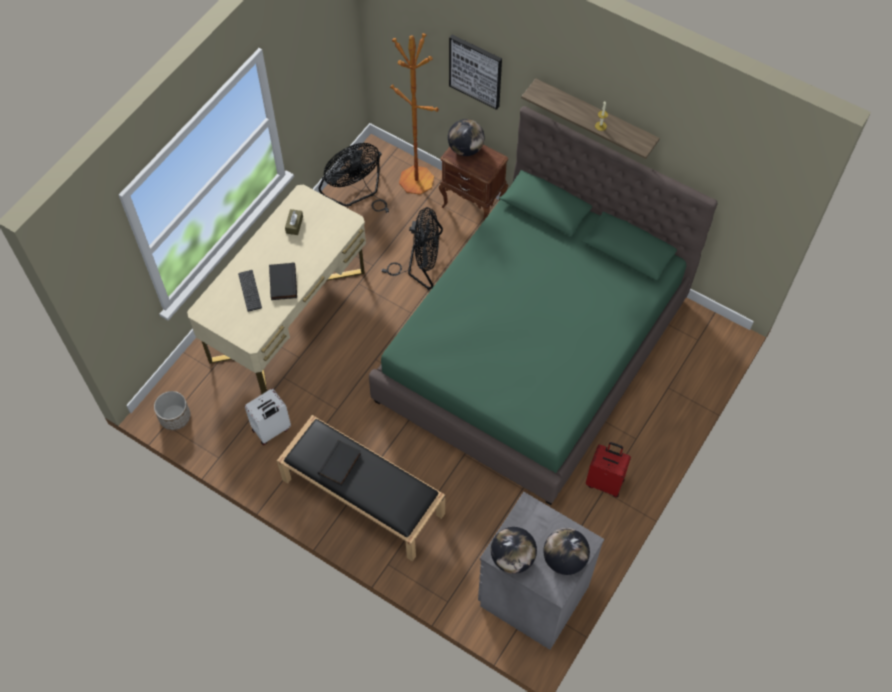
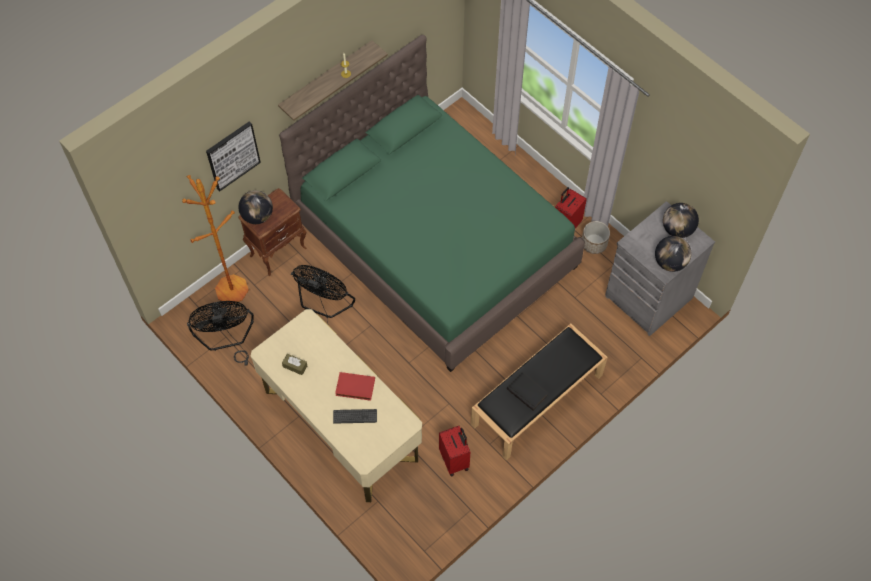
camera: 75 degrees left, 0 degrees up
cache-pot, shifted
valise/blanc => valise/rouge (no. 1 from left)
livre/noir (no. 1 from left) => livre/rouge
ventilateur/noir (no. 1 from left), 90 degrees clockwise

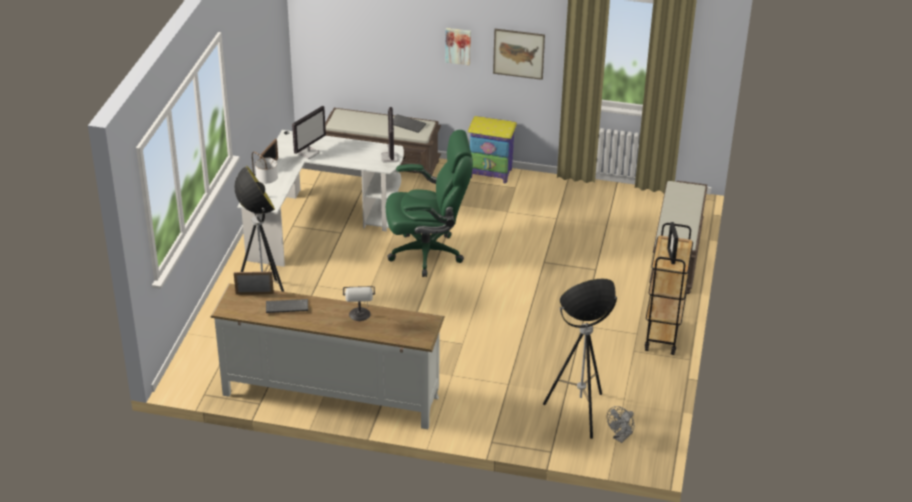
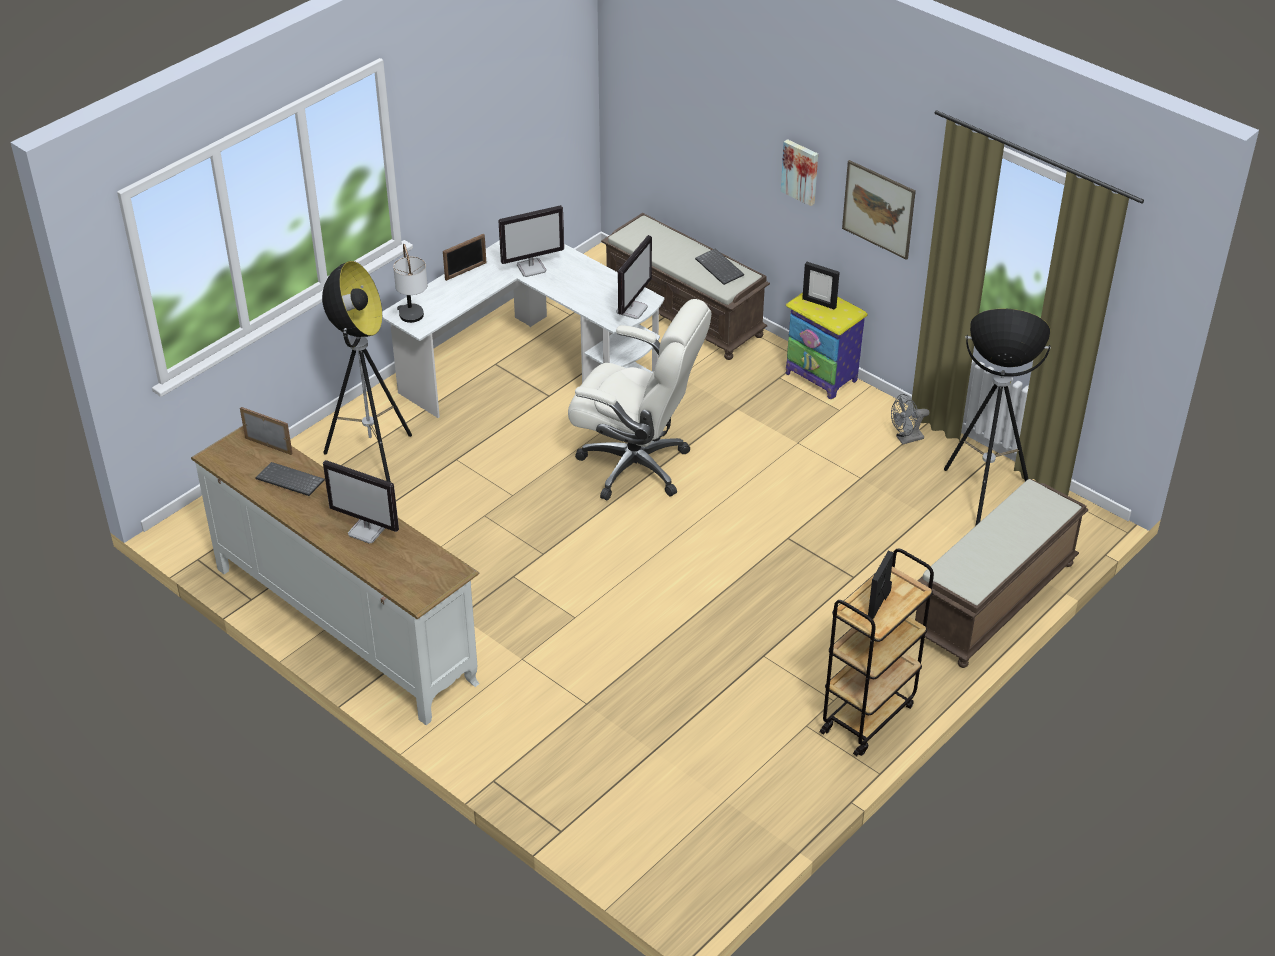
camera: 30 degrees right, 5 degrees up
nothing => cadre photo (no. 3 from left)
lampadaire (no. 2 from left), shifted
ventilateur/gris, shifted
lampe de table (no. 2 from left) => écran d'ordinateur (no. 1 from left)
chaise de bureau/vert => chaise de bureau/blanc

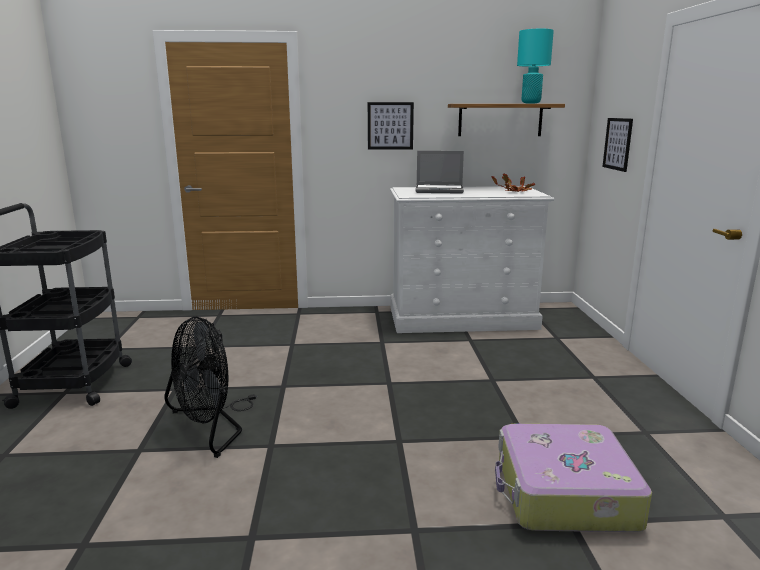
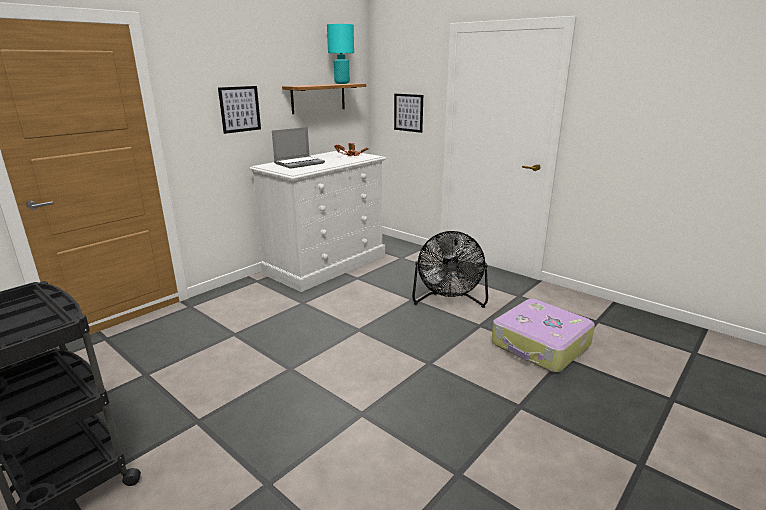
camera: 45 degrees left, 5 degrees up
ventilateur/noir, shifted

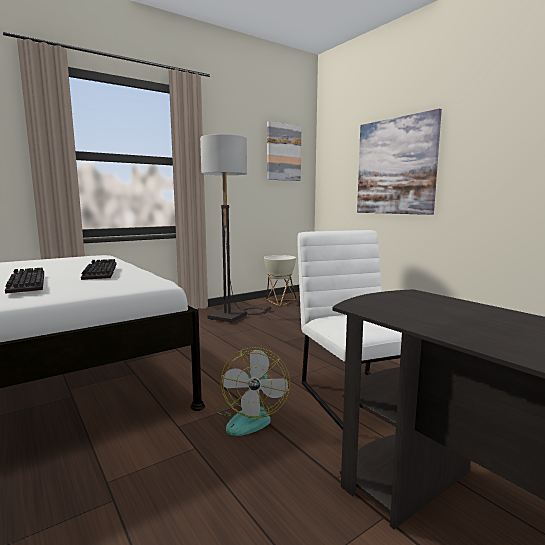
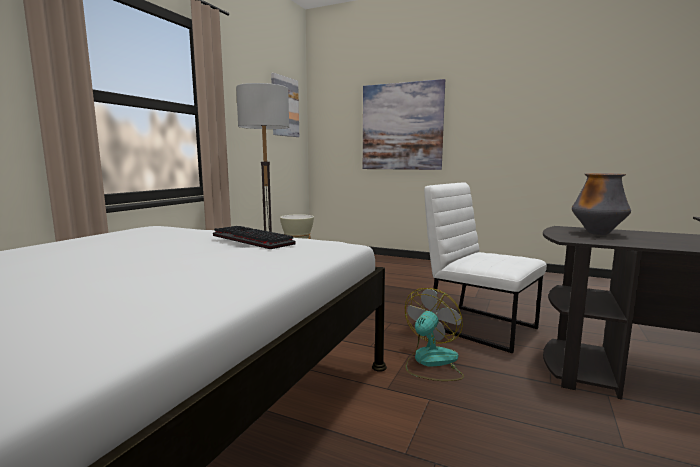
camera: 30 degrees left, 0 degrees up
clavier (no. 1 from left) => nothing
nothing => vase
ventilateur, 120 degrees counterclockwise

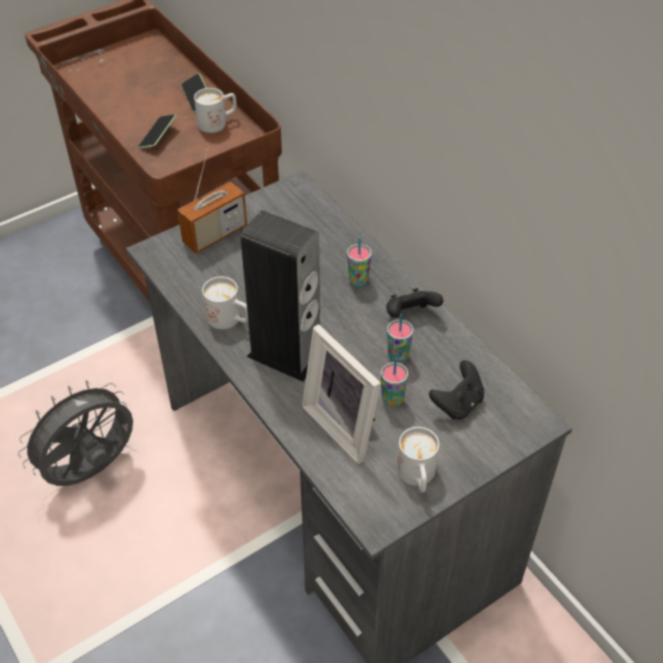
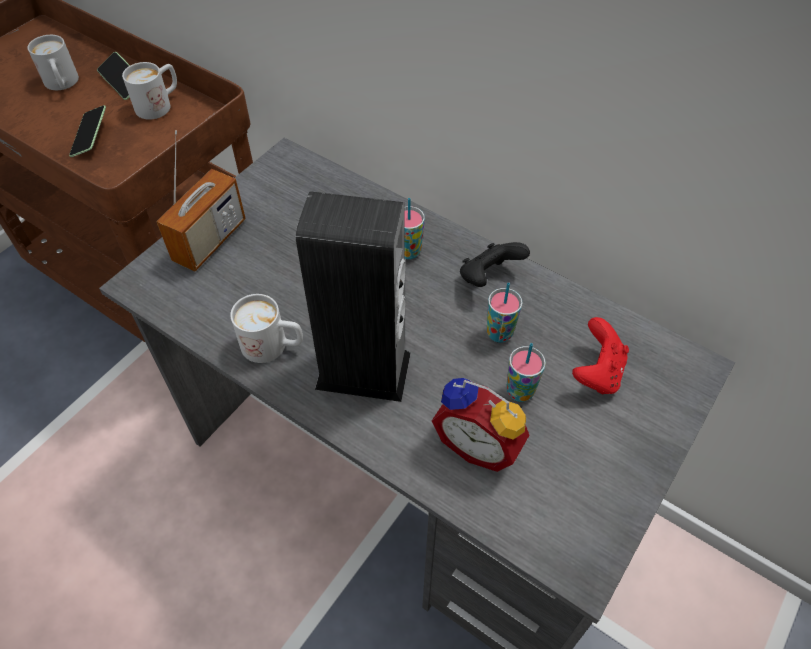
camera: 20 degrees left, 5 degrees up
ventilateur/gris => nothing
mug/blanc (no. 3 from left in the first image) => mug/blanc (no. 1 from left), shifted
cadre photo => réveil
manette/noir (no. 2 from left) => manette/rouge

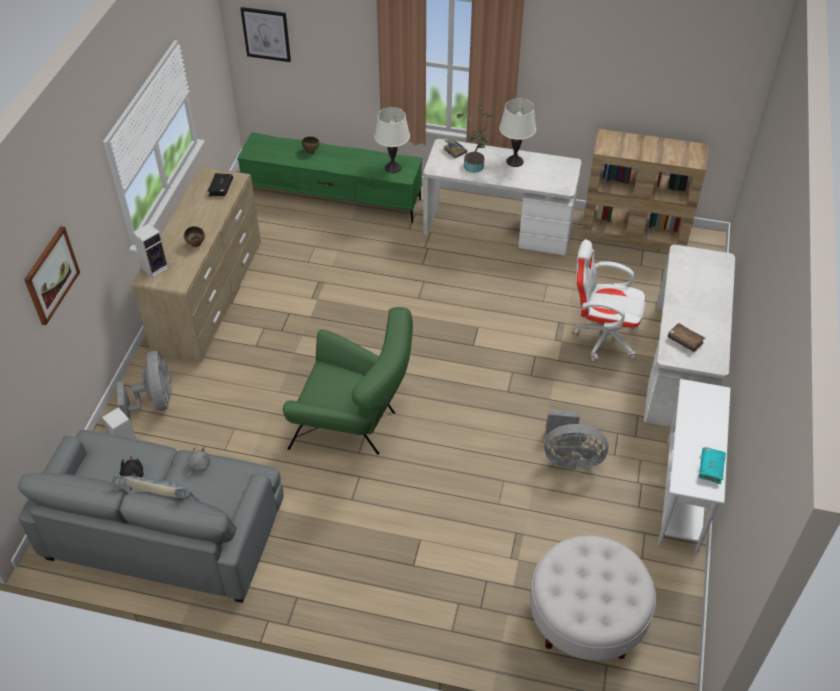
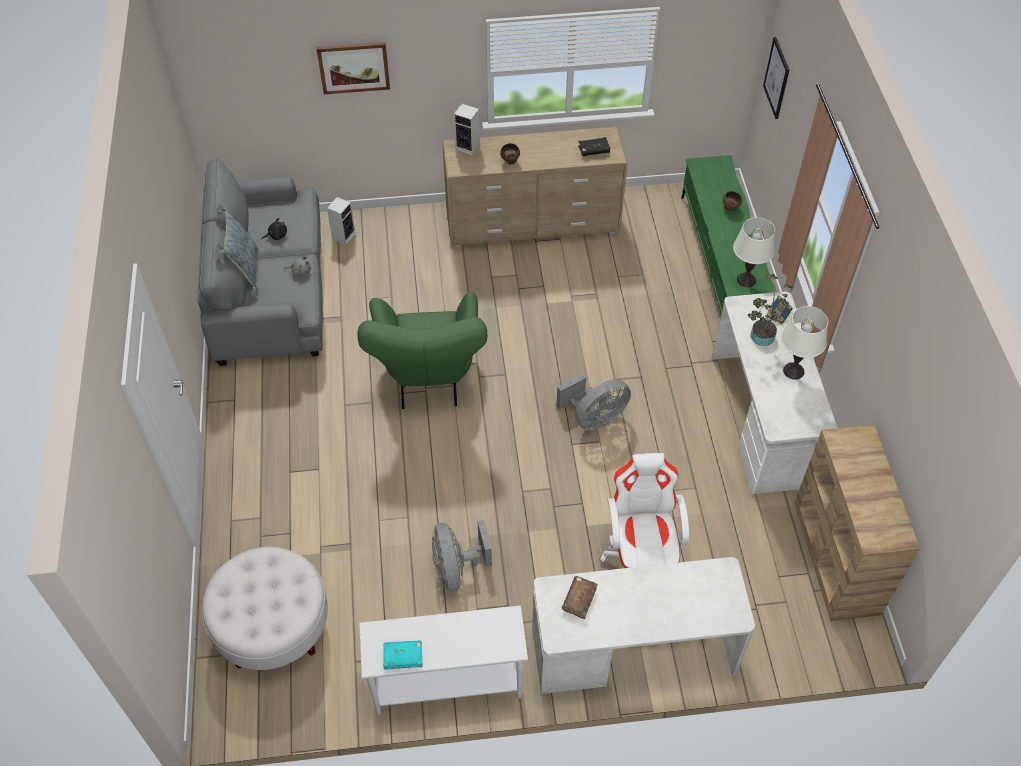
camera: 70 degrees right, 5 degrees up
ventilateur/gris (no. 1 from left in the first image) => ventilateur/gris (no. 2 from left), shifted

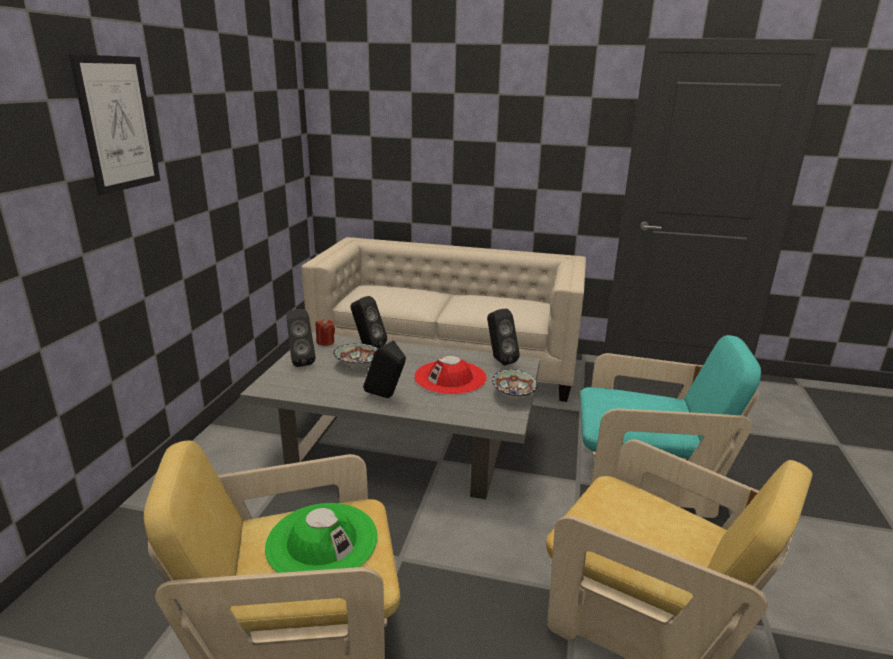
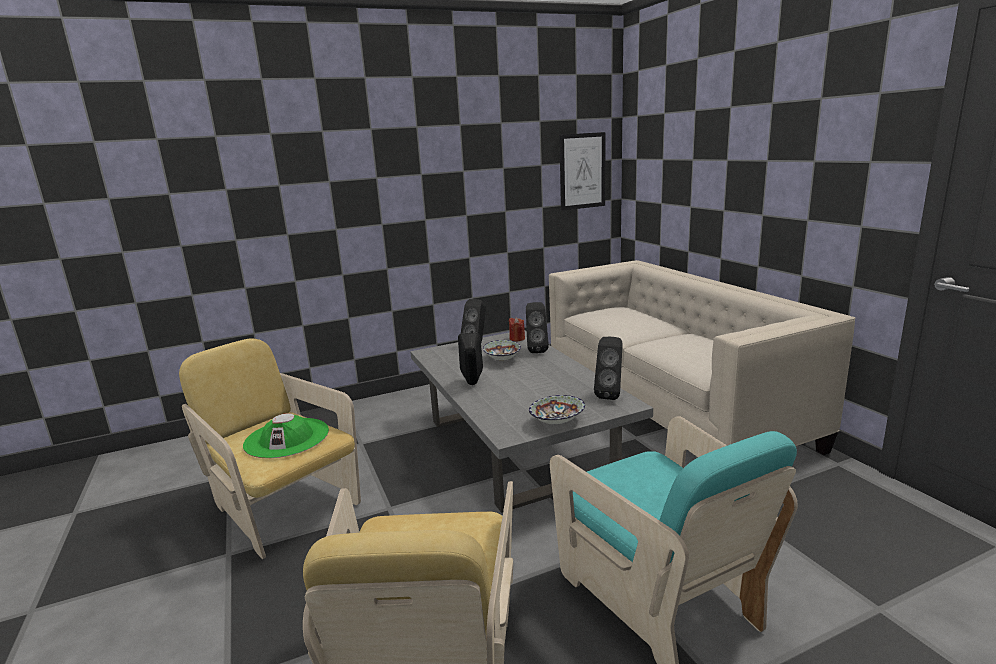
camera: 55 degrees right, 5 degrees down
chapeau/rouge => nothing
tableau, shifted

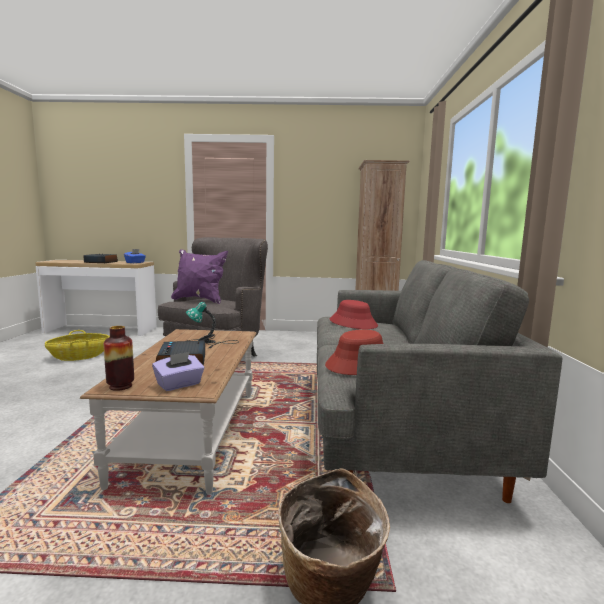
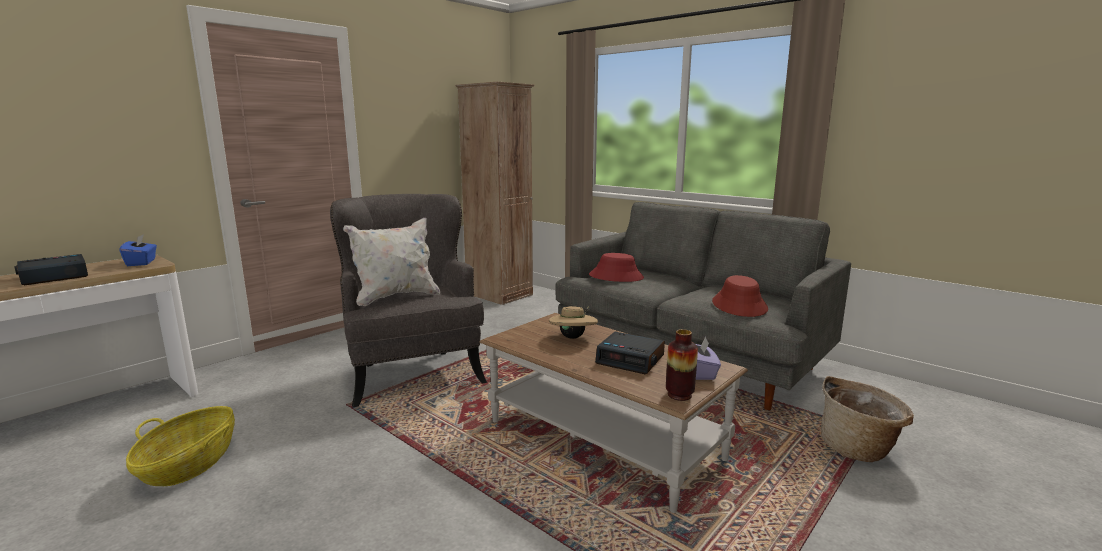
camera: 50 degrees left, 5 degrees up
lampe de table => chapeau/beige
coussin/violet => coussin/blanc

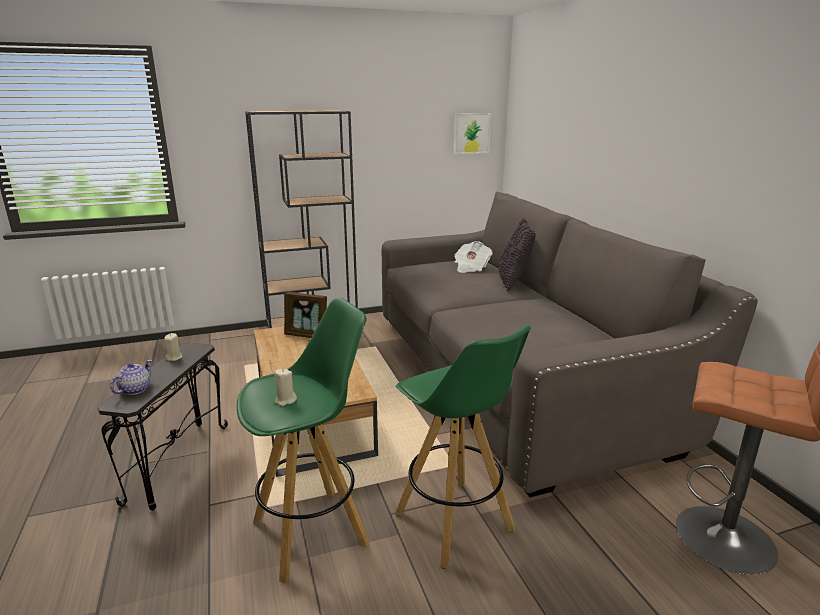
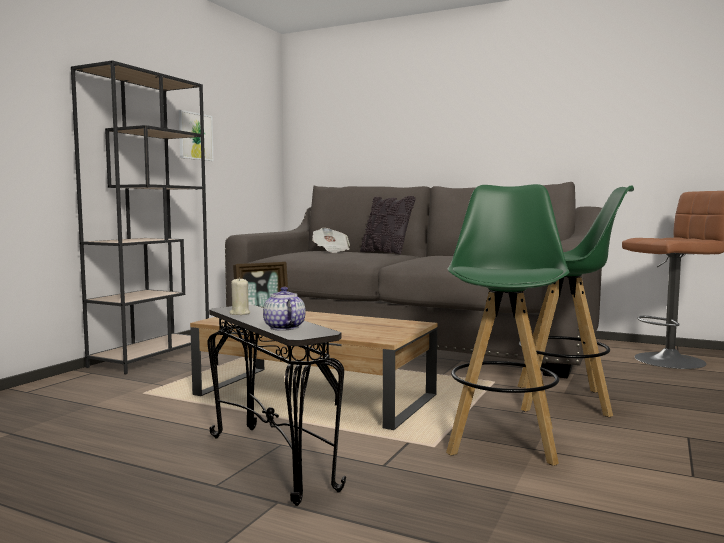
camera: 45 degrees left, 15 degrees down
bougie/beige (no. 2 from left) => nothing
tableau, shifted

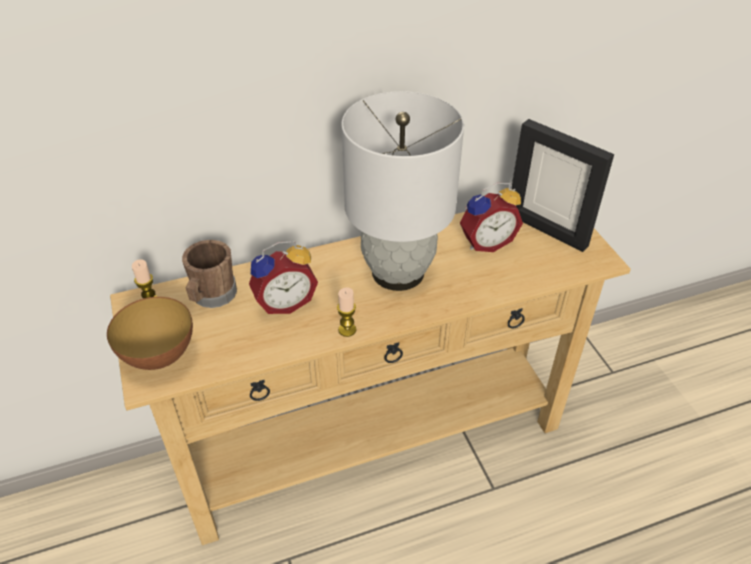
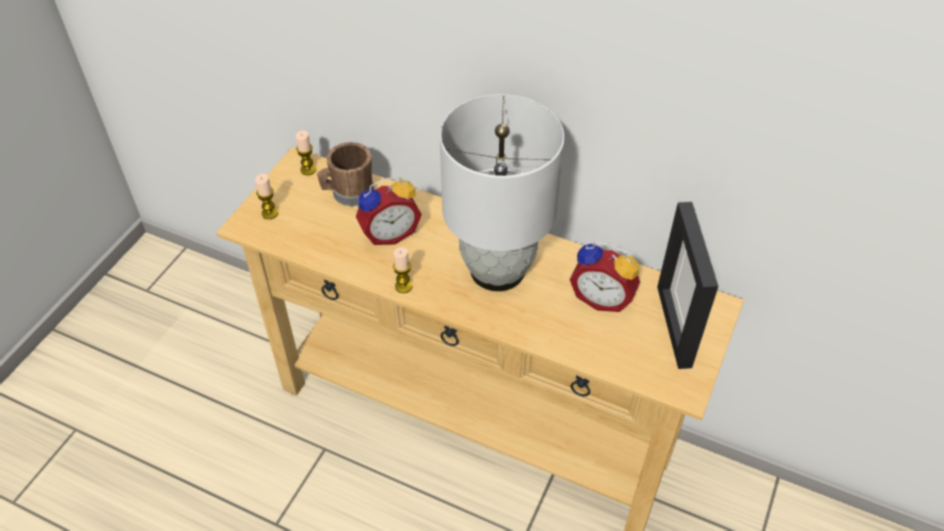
camera: 45 degrees right, 5 degrees up
bol => bougie (no. 1 from left)
réveil (no. 1 from left), 45 degrees counterclockwise

